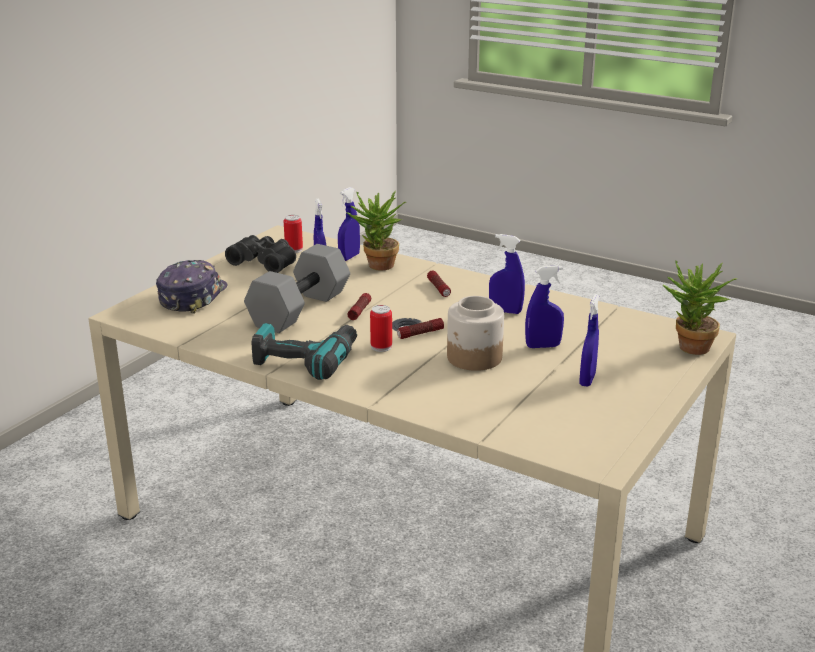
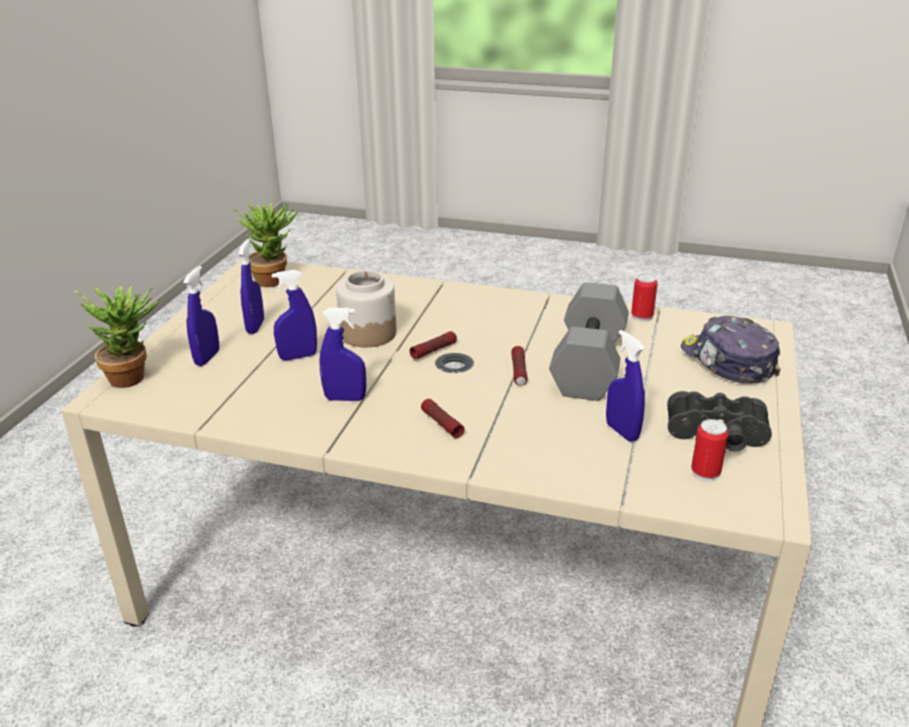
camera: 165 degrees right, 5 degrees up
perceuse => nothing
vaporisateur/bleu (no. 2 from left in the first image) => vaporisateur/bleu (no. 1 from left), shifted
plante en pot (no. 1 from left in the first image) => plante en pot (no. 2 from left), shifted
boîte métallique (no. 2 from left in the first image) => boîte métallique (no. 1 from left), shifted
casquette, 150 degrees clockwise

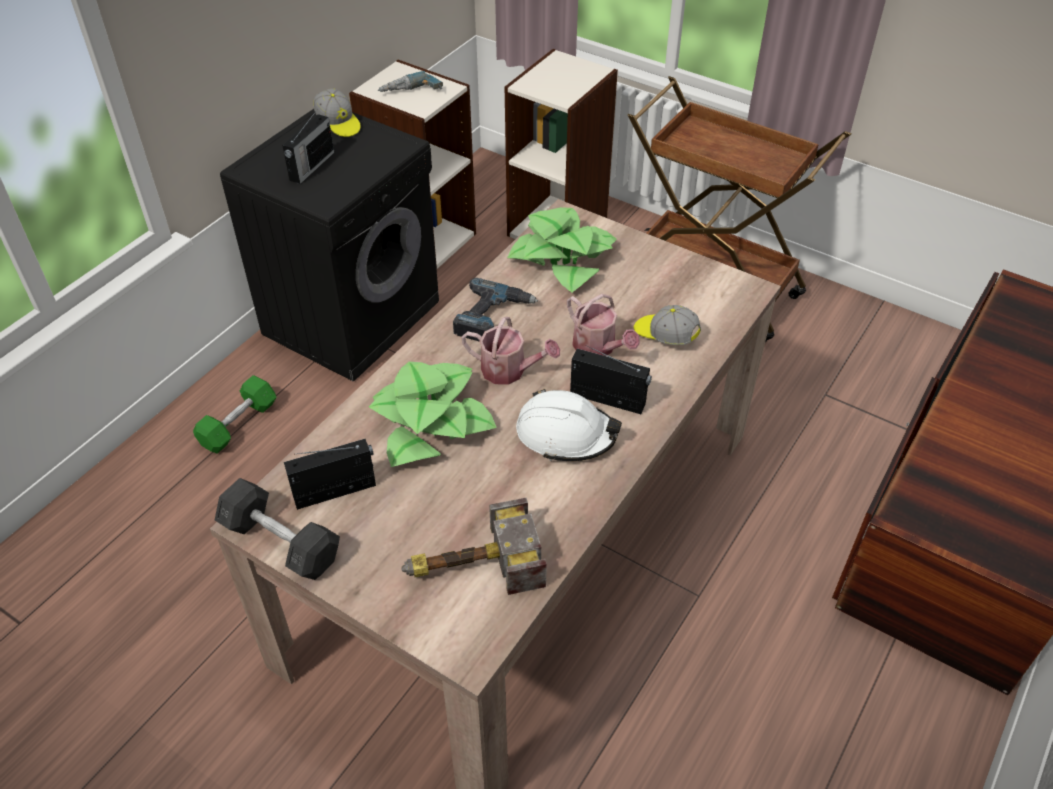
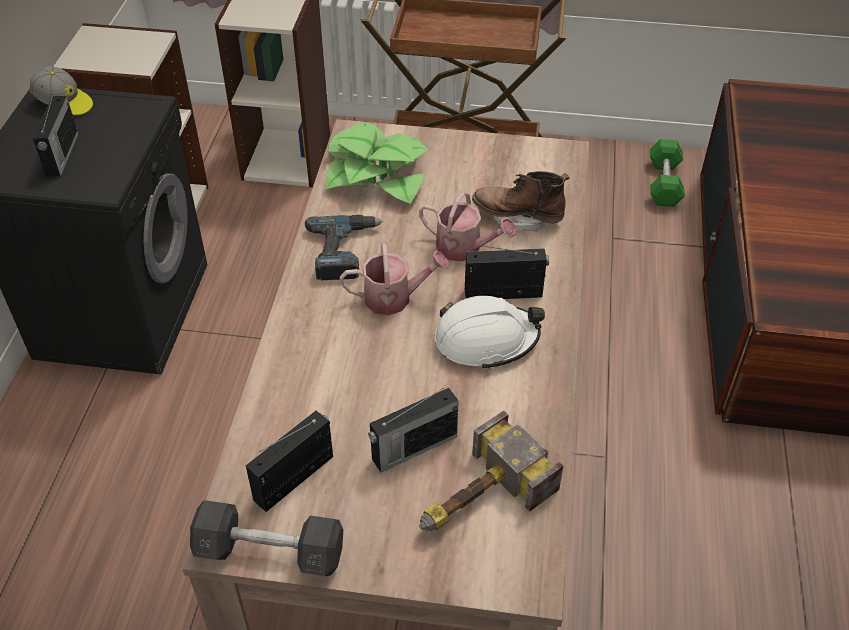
camera: 25 degrees left, 0 degrees up
plante en pot (no. 1 from left) => nothing
perceuse (no. 1 from left) => nothing
nothing => radio (no. 3 from left)
haltère/vert, shifted
casquette (no. 2 from left) => botte/marron

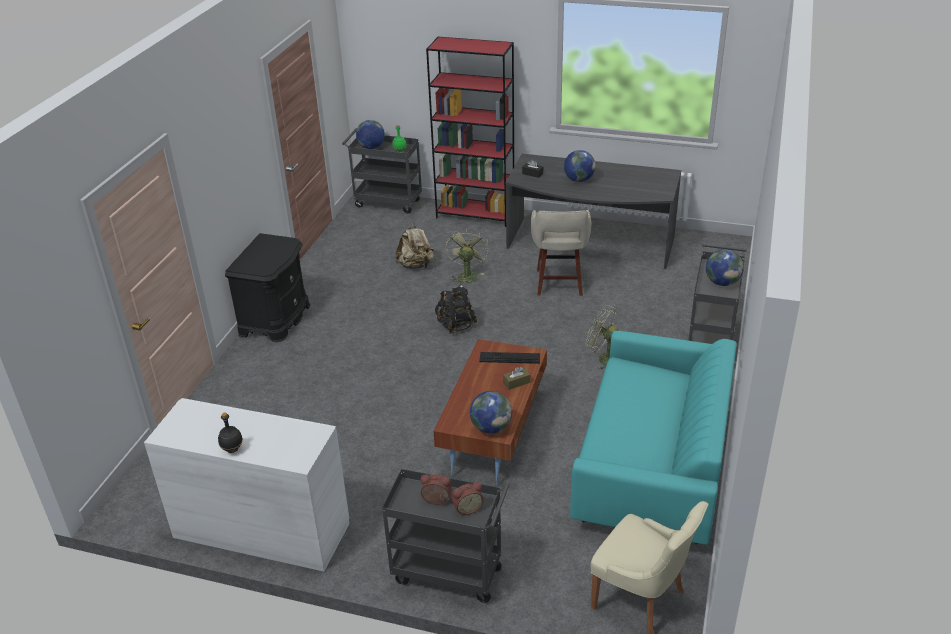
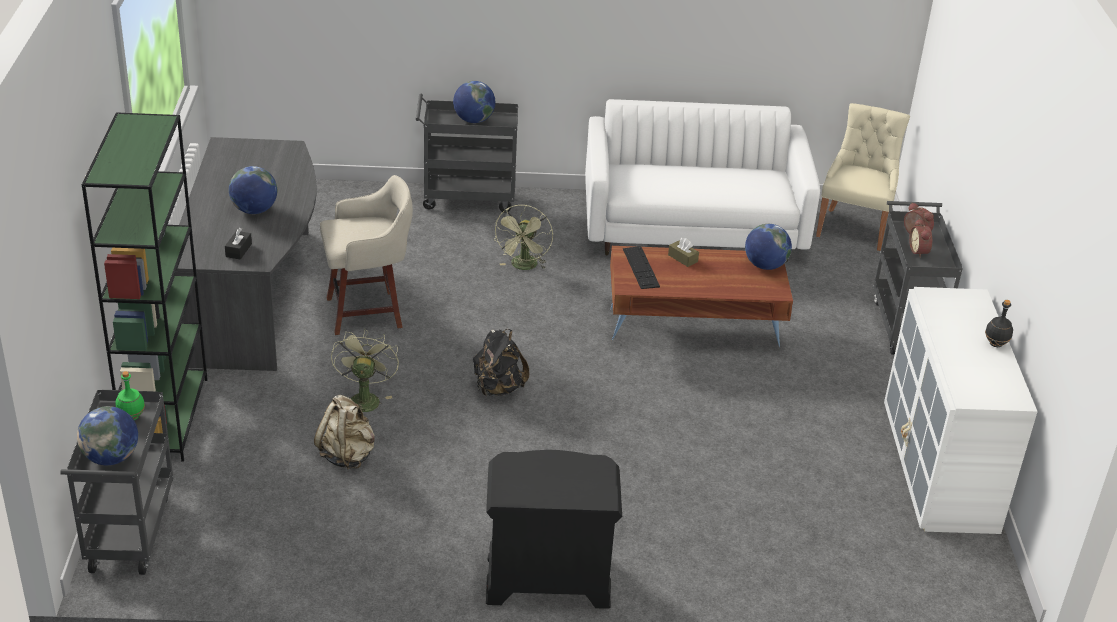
camera: 110 degrees left, 0 degrees up
bibliothèque/rouge => bibliothèque/vert
canapé/turquoise => canapé/blanc
ventilateur/vert (no. 1 from left), 105 degrees clockwise

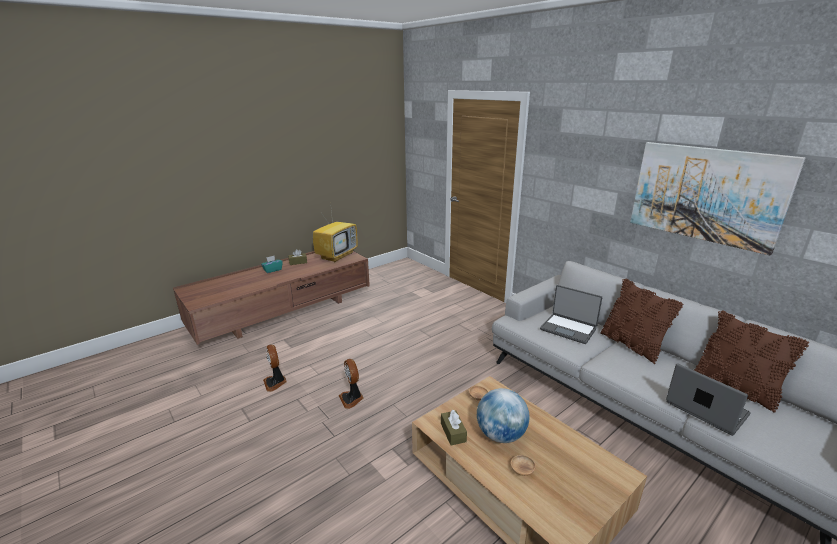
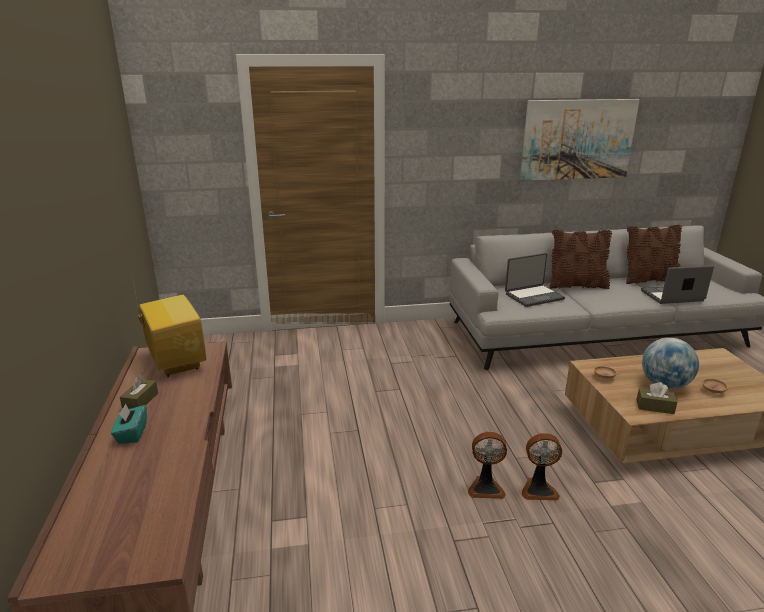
camera: 60 degrees left, 0 degrees up
ventilateur (no. 1 from left in the first image) => ventilateur (no. 2 from left), shifted

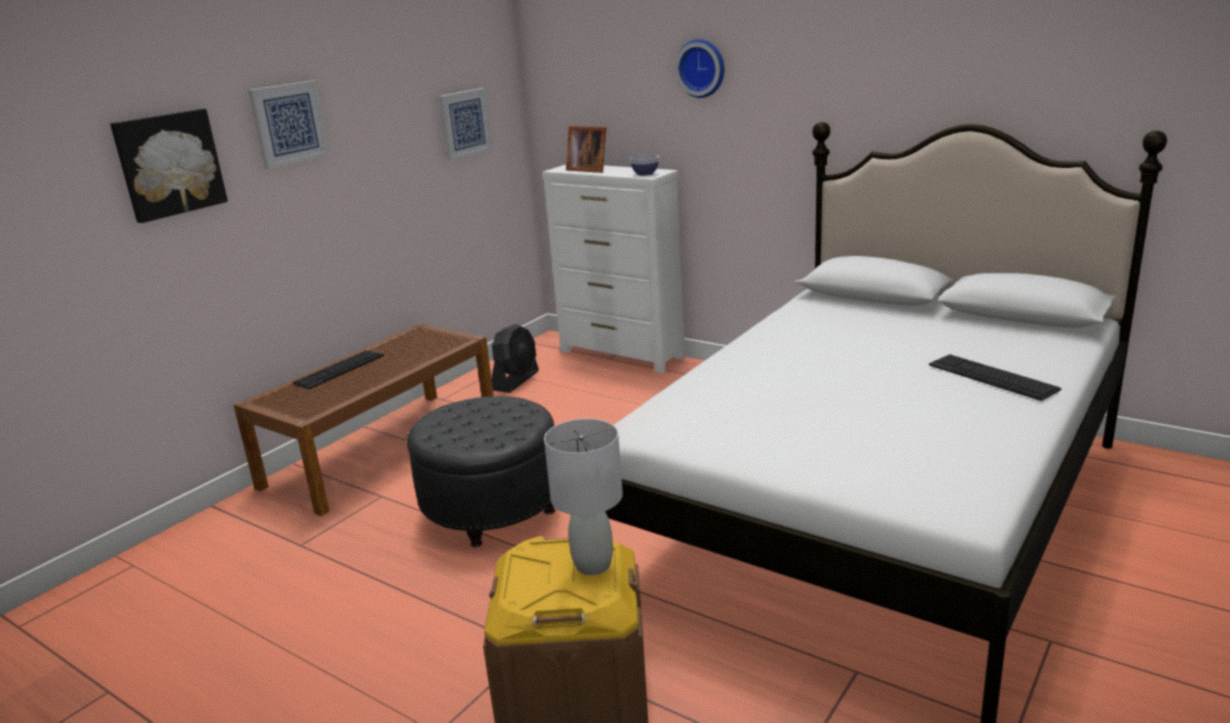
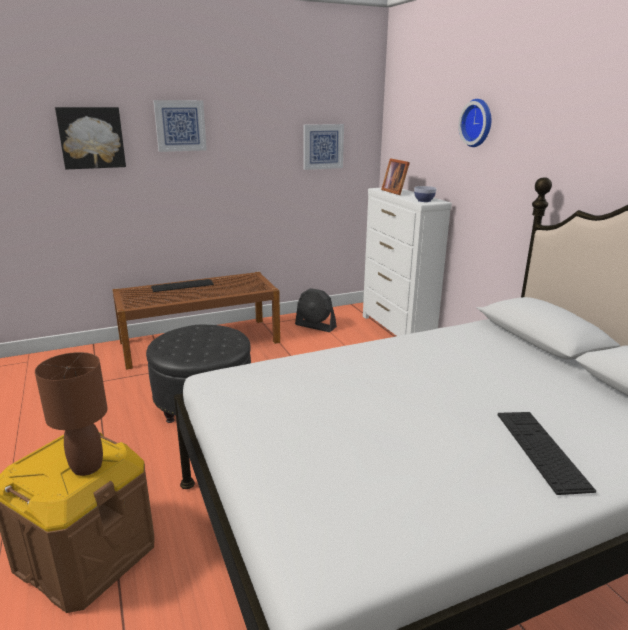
camera: 30 degrees right, 0 degrees up
lampe de table/gris => lampe de table/marron
ventilateur/noir, 60 degrees clockwise

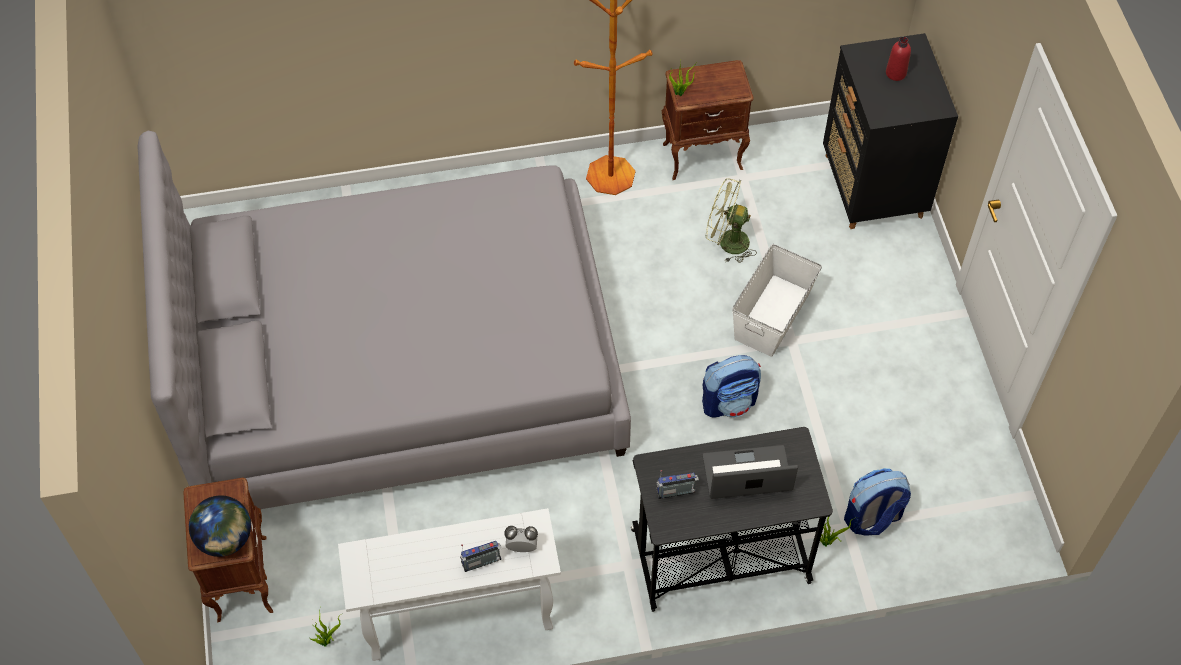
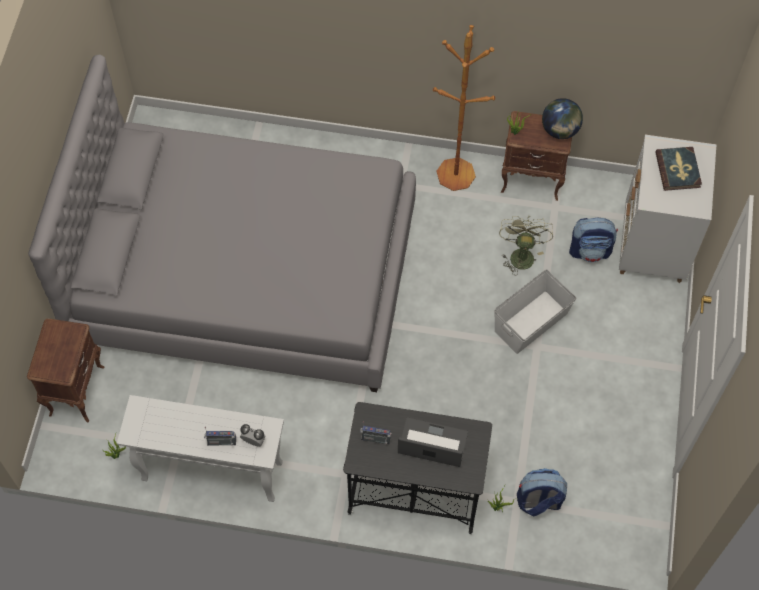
camera: 20 degrees right, 5 degrees up
globe, shifted
sac à dos (no. 1 from left in the first image) => sac à dos (no. 2 from left), shifted
bouteille/rouge => livre
commode/noir => commode/blanc
ventilateur/vert, 60 degrees clockwise

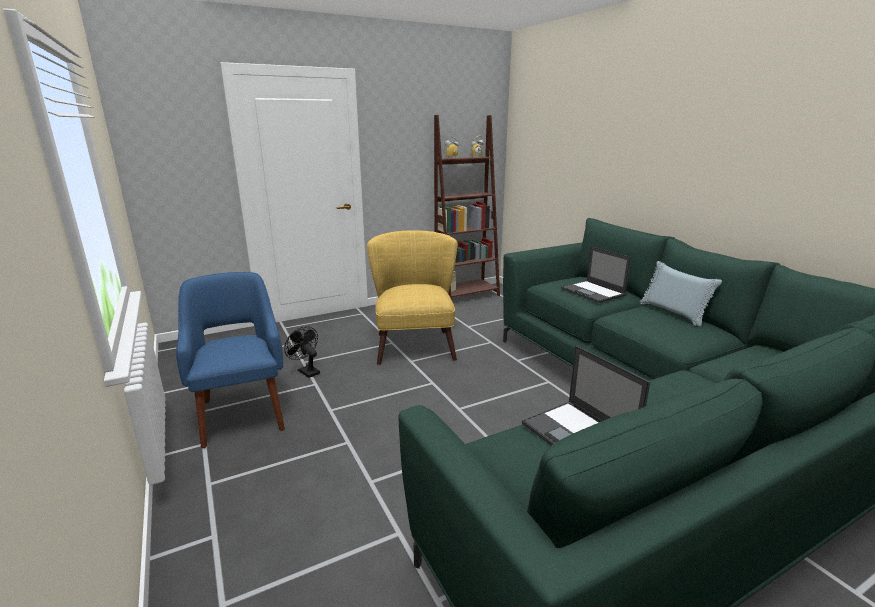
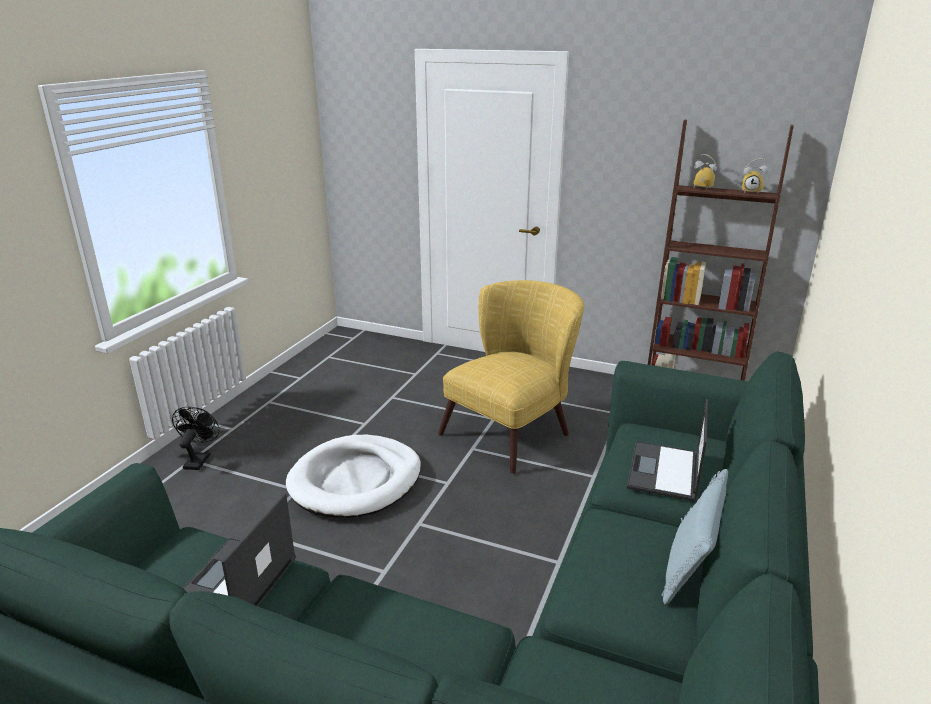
camera: 50 degrees right, 5 degrees up
fauteuil/bleu => nothing
nothing => panier pour chien/blanc
ventilateur/noir, shifted

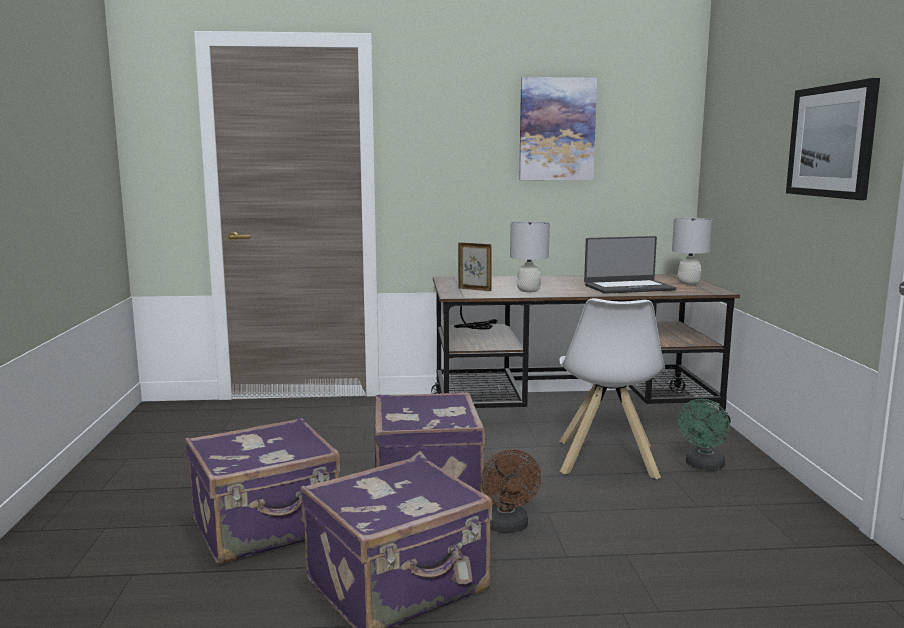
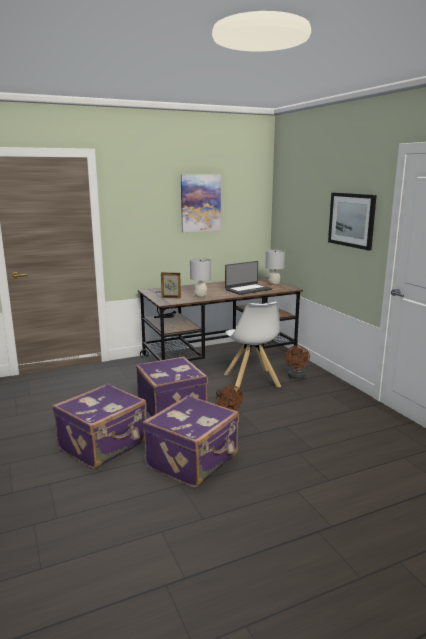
camera: 20 degrees left, 5 degrees up
ventilateur/vert => ventilateur/marron (no. 2 from left)

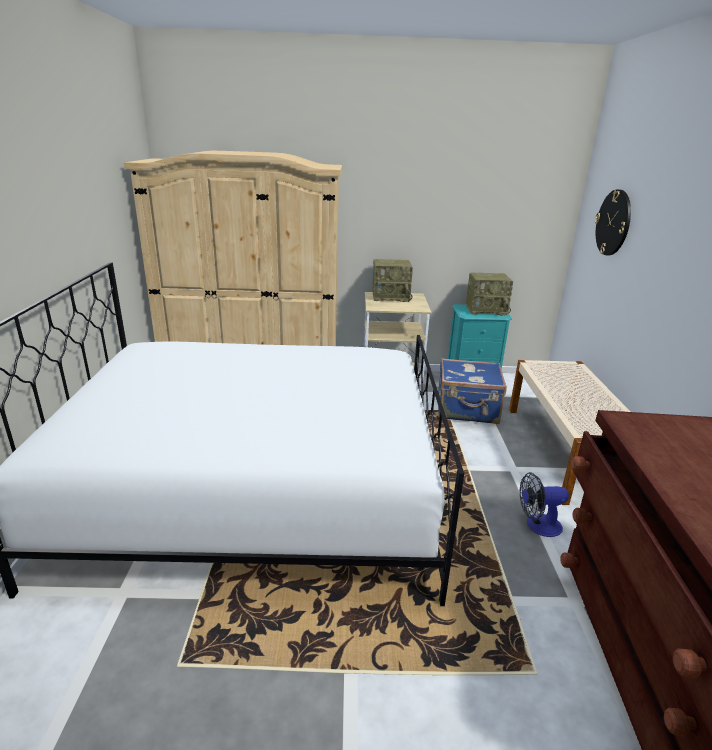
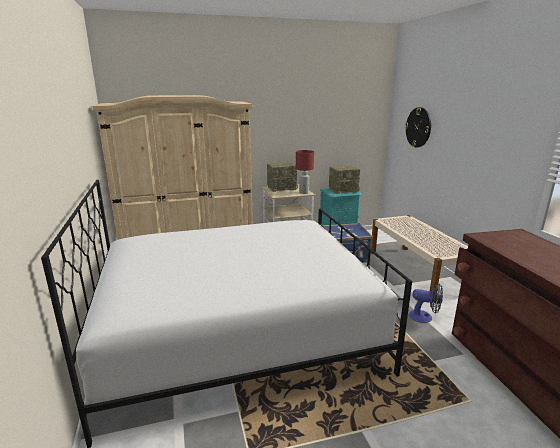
camera: 15 degrees left, 5 degrees down
nothing => lampe de table/rouge
ventilateur, 135 degrees counterclockwise

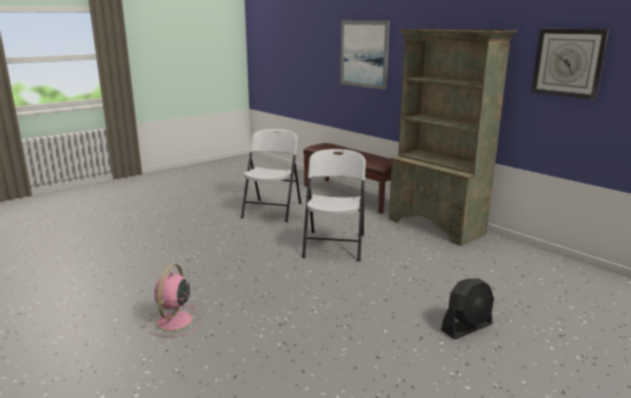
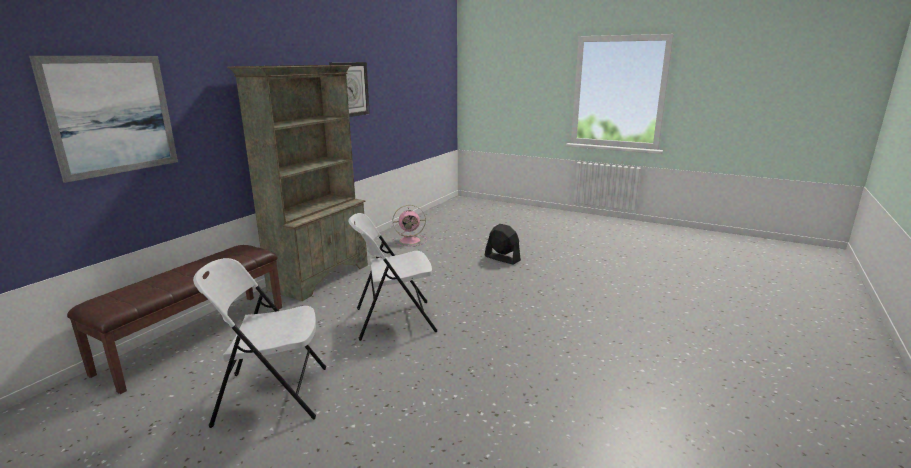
camera: 110 degrees left, 0 degrees up
ventilateur/rose, shifted

